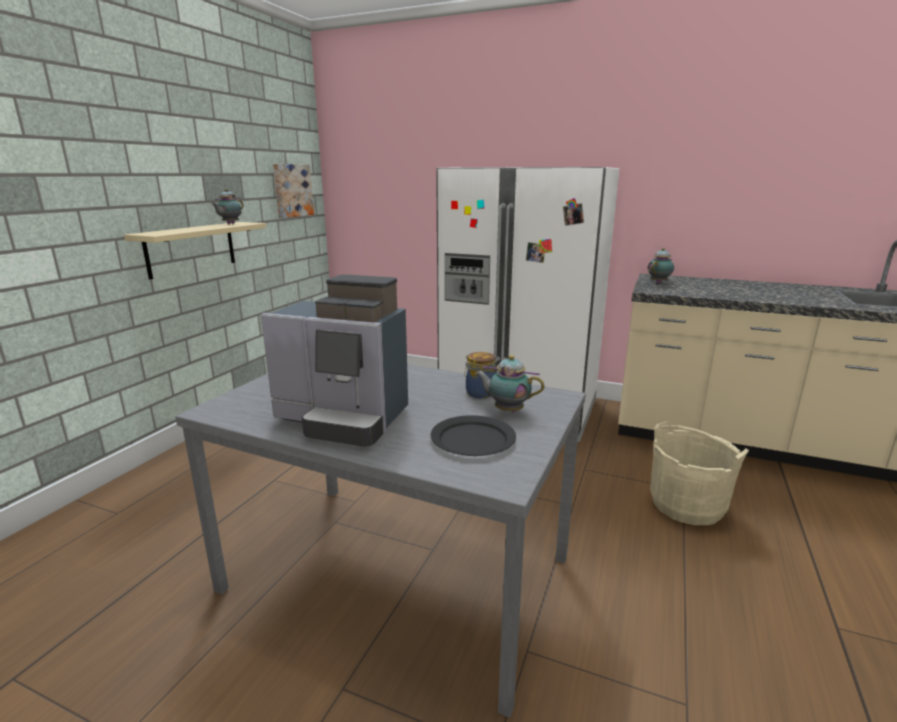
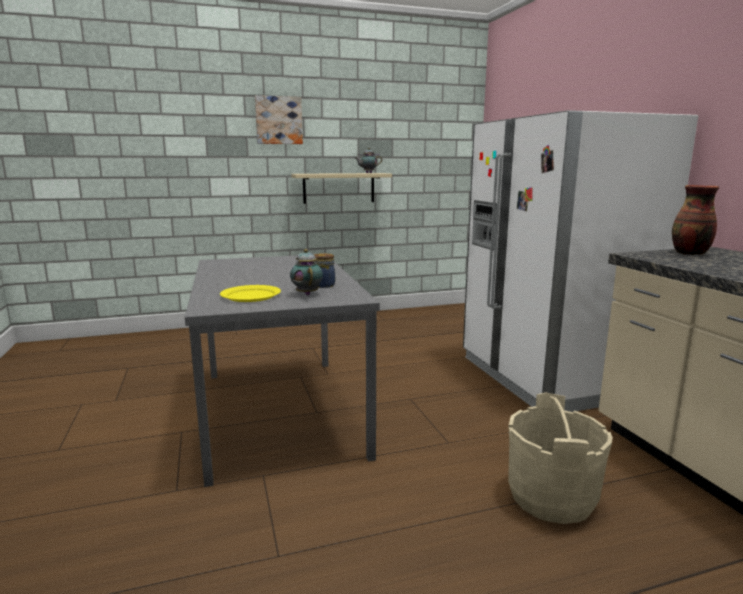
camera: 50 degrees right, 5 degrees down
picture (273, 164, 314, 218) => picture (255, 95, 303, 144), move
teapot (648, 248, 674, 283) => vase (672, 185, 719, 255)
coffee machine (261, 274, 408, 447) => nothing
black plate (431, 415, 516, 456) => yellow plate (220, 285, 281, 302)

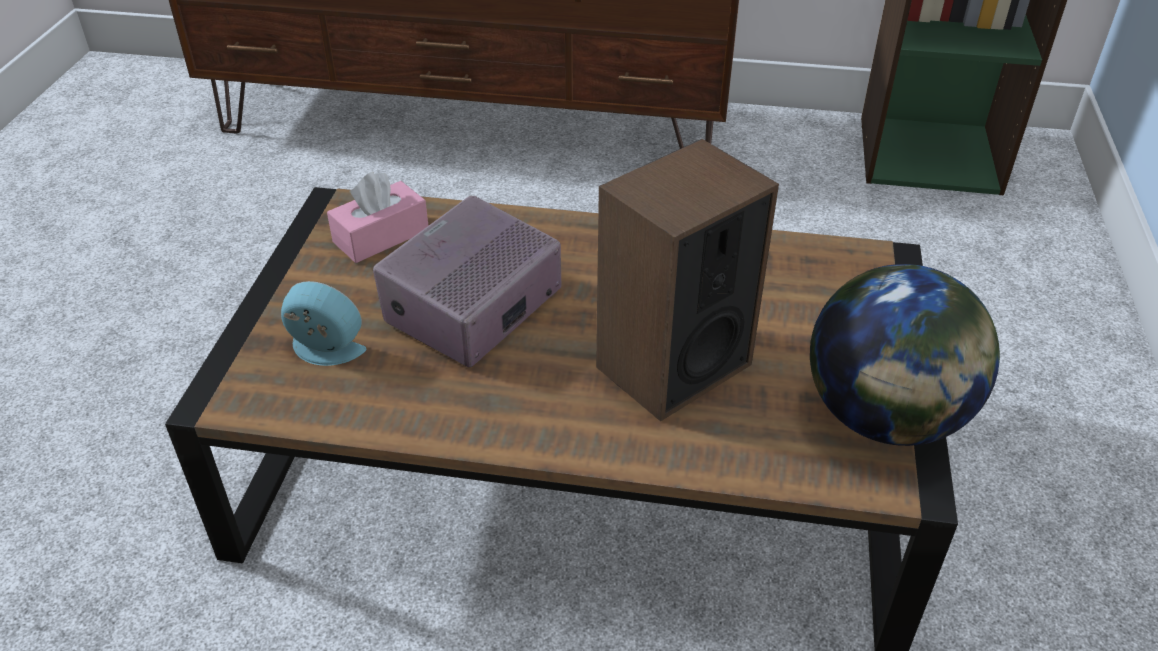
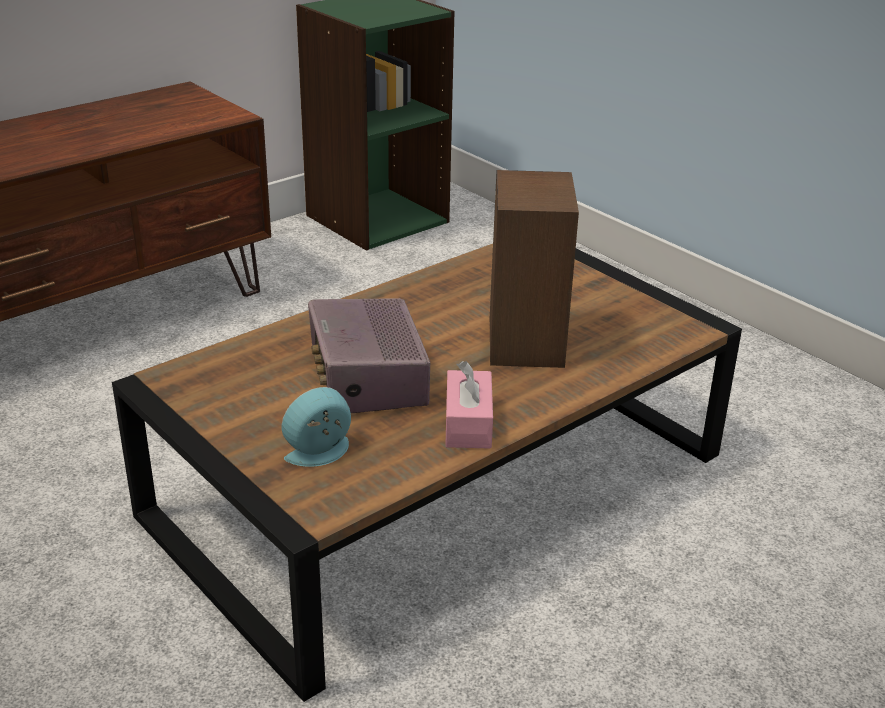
camera: 50 degrees left, 10 degrees down
pink tissue box (327, 172, 428, 263) => pink tissue box (445, 361, 493, 449), move
globe (810, 264, 1000, 446) => nothing

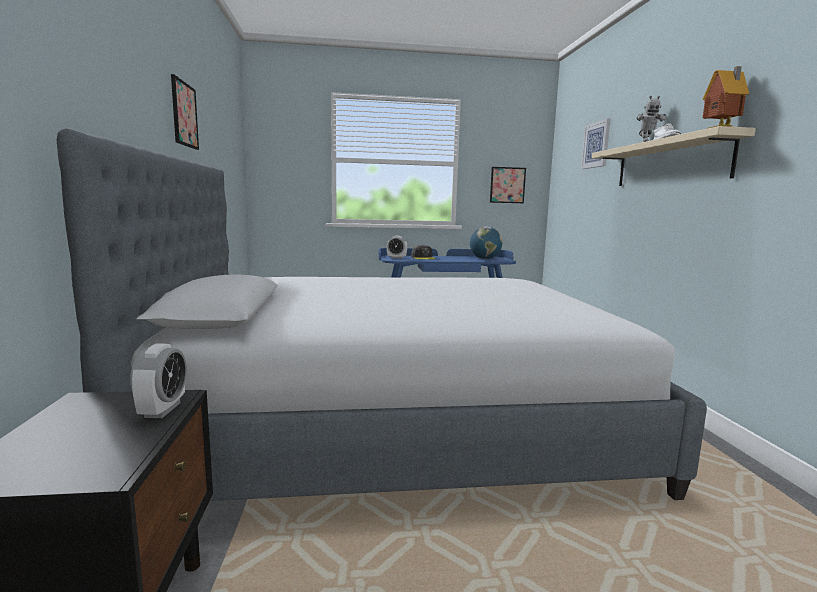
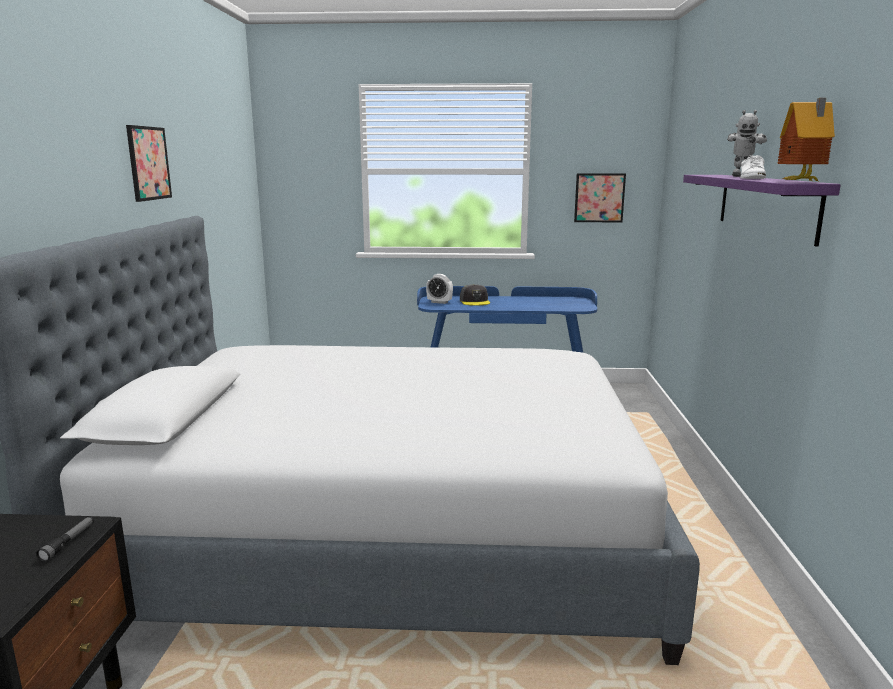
camera: 10 degrees right, 5 degrees up
picture (581, 118, 610, 169) => nothing
beige shelf (592, 126, 756, 186) => purple shelf (683, 175, 841, 247)
globe (470, 227, 502, 259) => nothing
alarm clock (130, 343, 187, 418) => flashlight (36, 516, 94, 562)

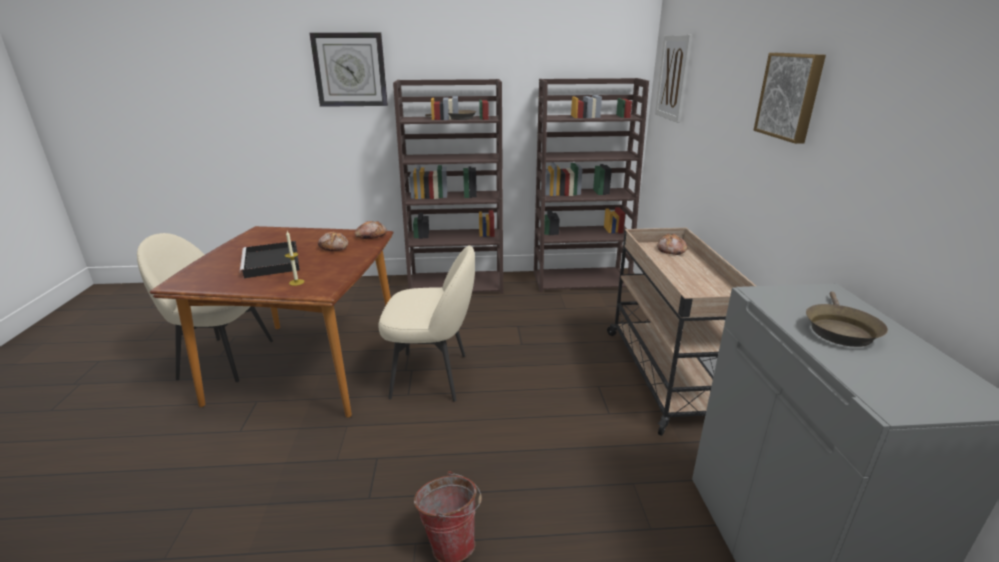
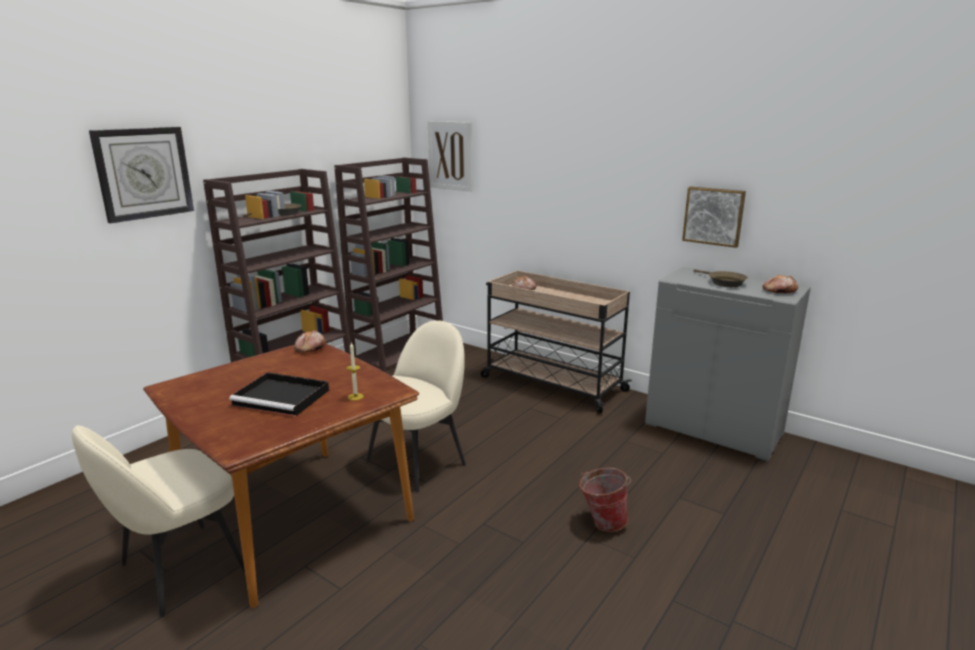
camera: 50 degrees left, 5 degrees down
picture (753, 53, 826, 144) => picture (682, 186, 746, 248), move
bread (318, 231, 348, 251) => bread (762, 275, 798, 293), move

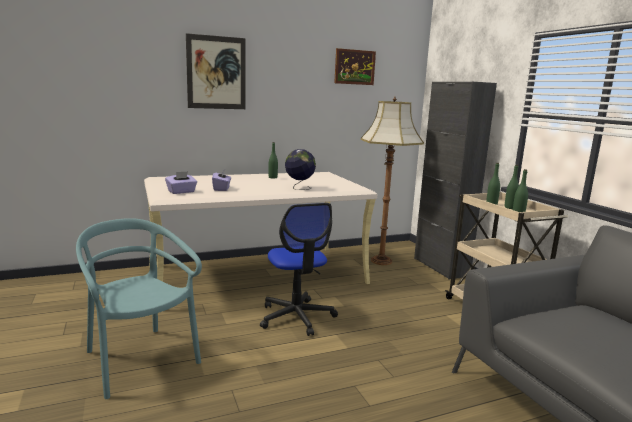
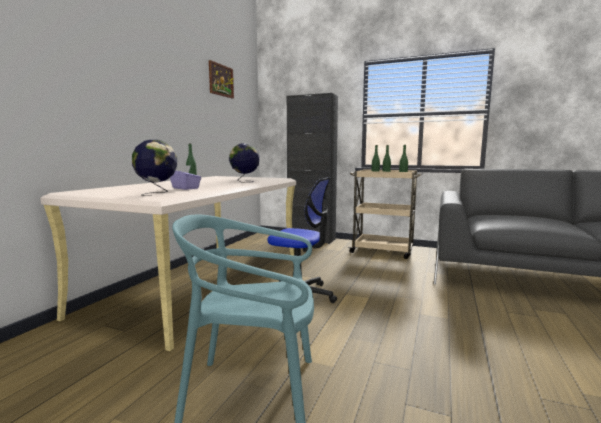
camera: 45 degrees left, 5 degrees down
picture (186, 33, 246, 109) => nothing
floor lamp (361, 96, 424, 265) => nothing
purple tissue box (165, 171, 197, 194) => globe (132, 139, 177, 196)

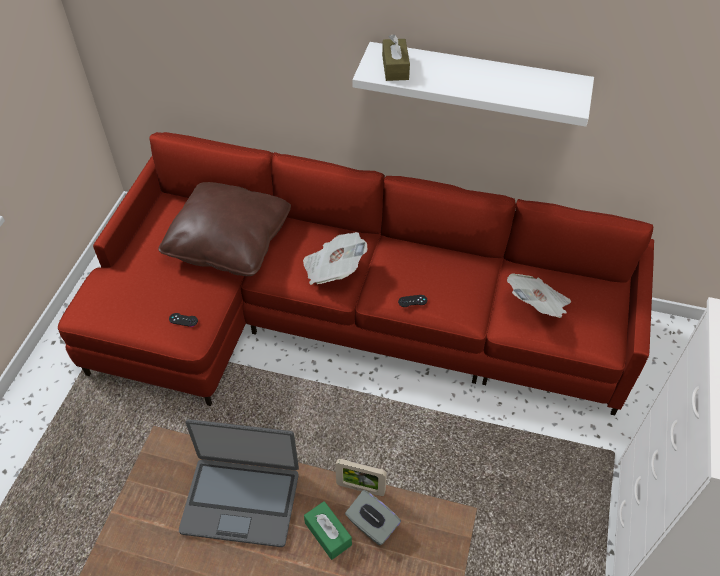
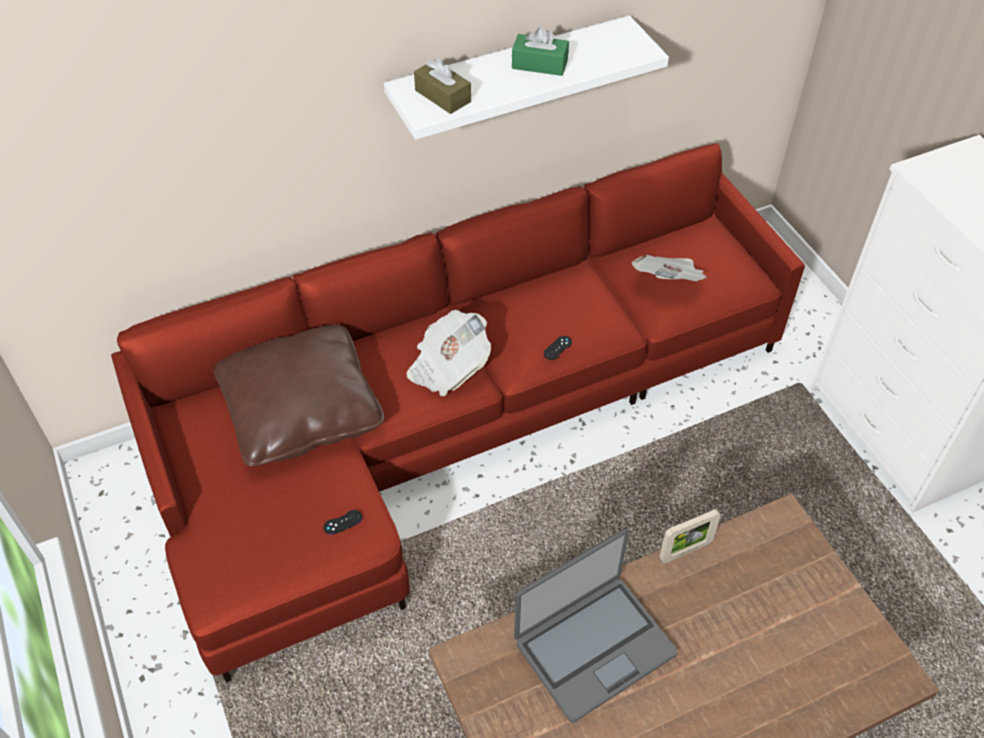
camera: 40 degrees left, 0 degrees up
grey tissue box (345, 490, 401, 546) => nothing
green tissue box (304, 501, 352, 560) => green tissue box (512, 27, 569, 76), move

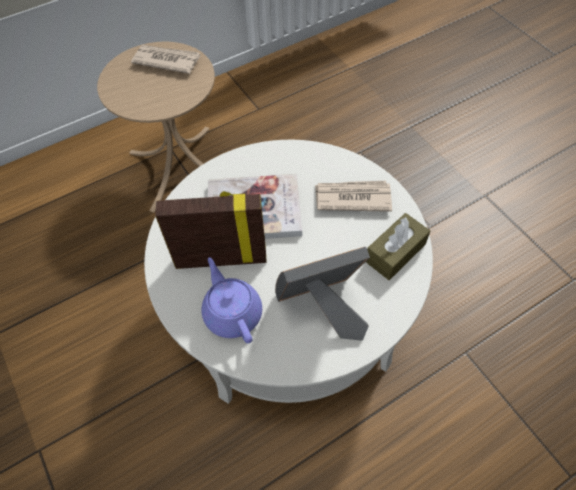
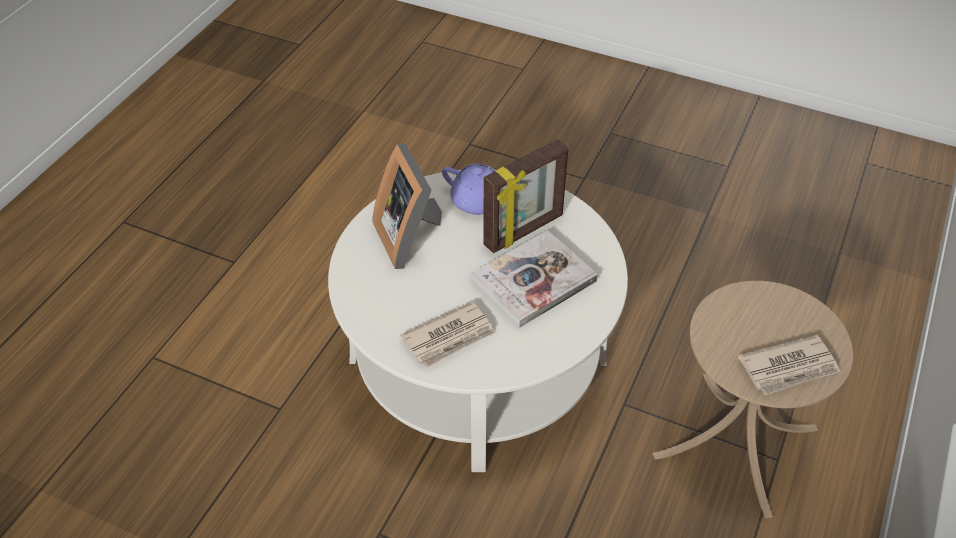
camera: 145 degrees right, 10 degrees down
brown tissue box (366, 213, 430, 280) => nothing
picture frame (275, 247, 370, 341) => picture frame (372, 144, 442, 269), 120 degrees clockwise

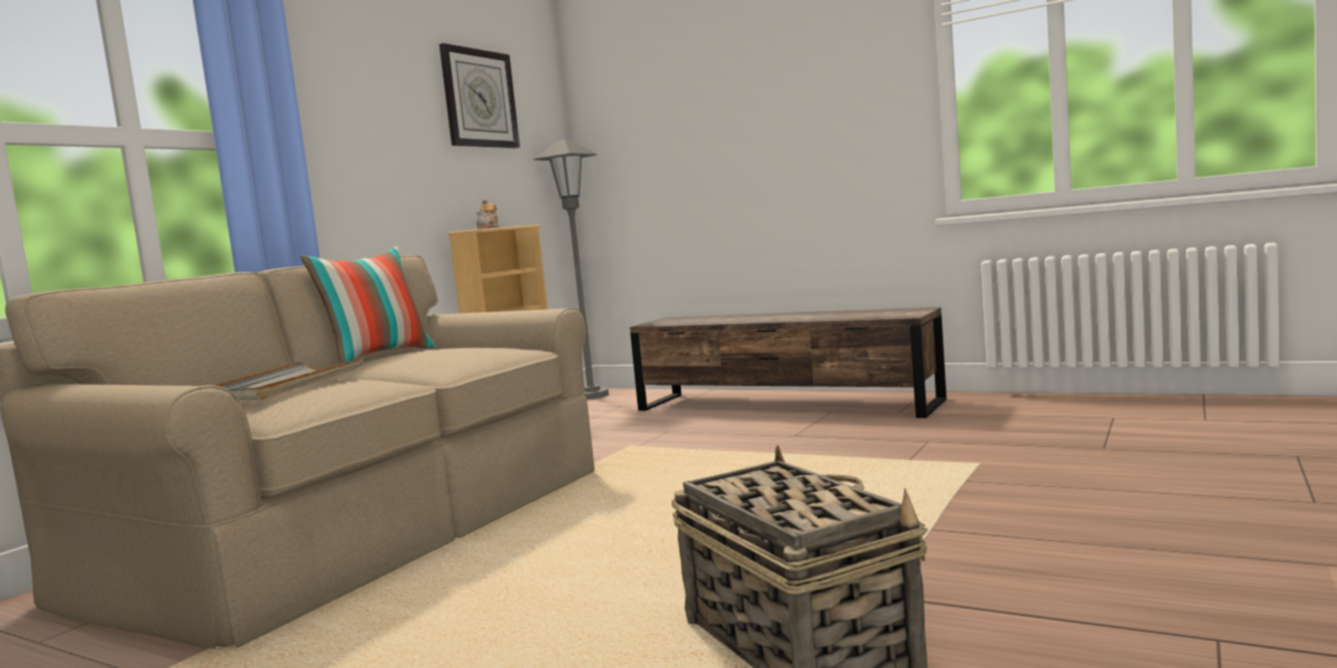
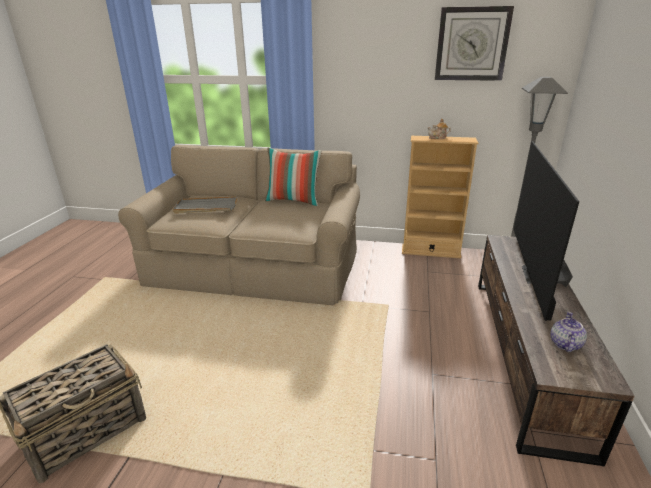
camera: 70 degrees right, 20 degrees up
nothing => television (513, 141, 579, 321)
nothing => teapot (550, 312, 587, 352)

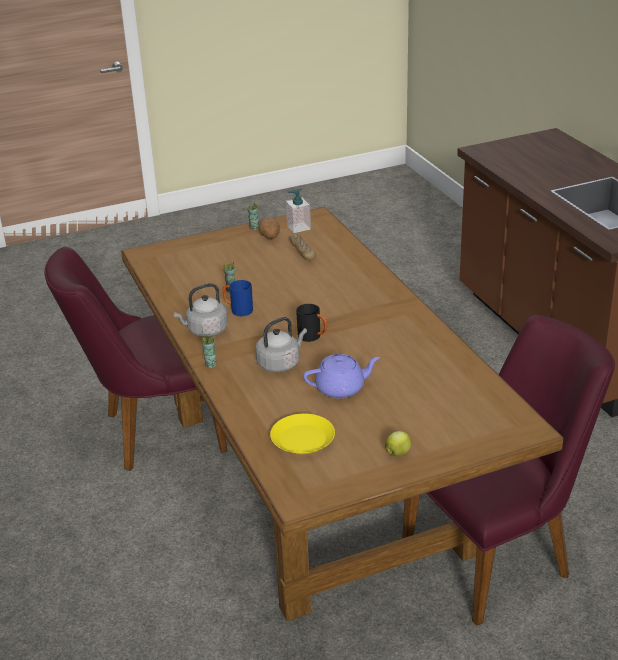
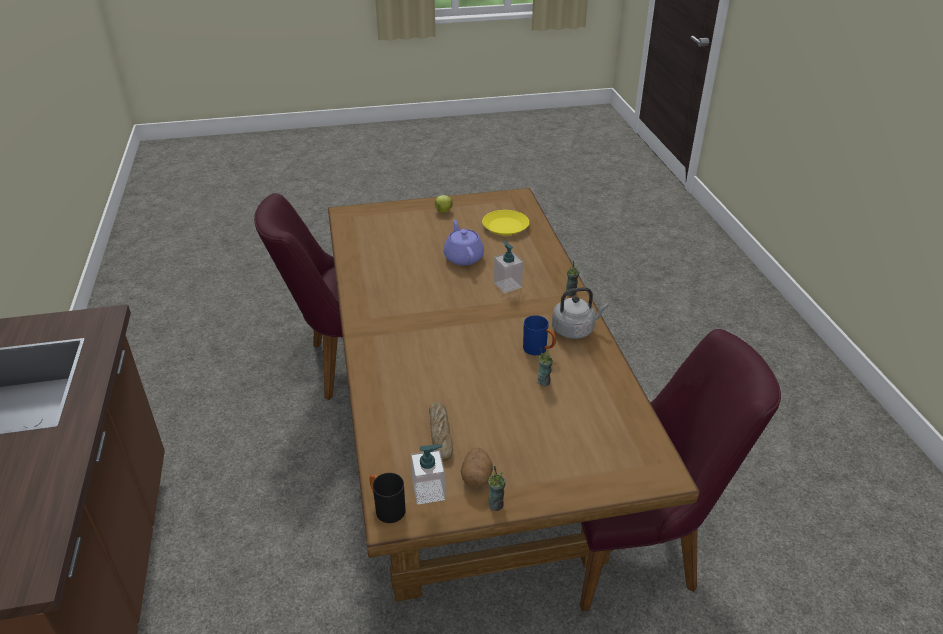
camera: 170 degrees left, 5 degrees up
black mug (296, 304, 327, 342) => black mug (369, 473, 405, 523), move
grey kettle (255, 317, 307, 372) => soap dispenser (494, 241, 523, 293)
purple teapot (303, 354, 380, 399) => purple teapot (443, 220, 484, 265), 75 degrees clockwise

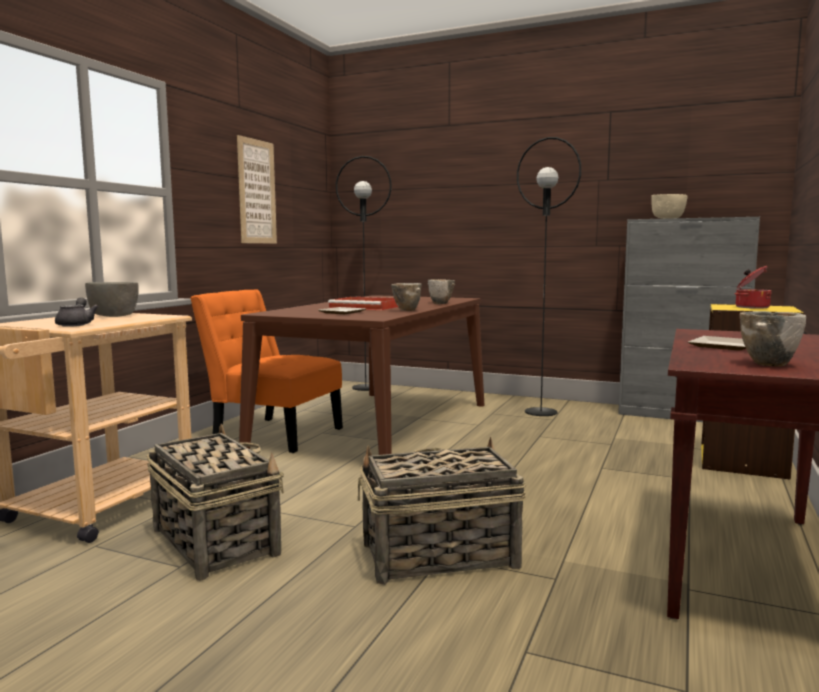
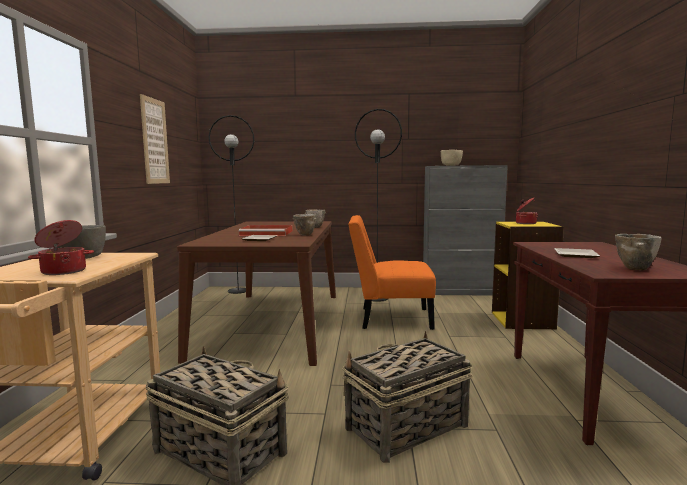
camera: 20 degrees left, 0 degrees up
orange chair (190, 289, 343, 453) => orange chair (348, 215, 436, 330), move
grey teapot (55, 297, 99, 327) => cooking pot (28, 220, 94, 275)

